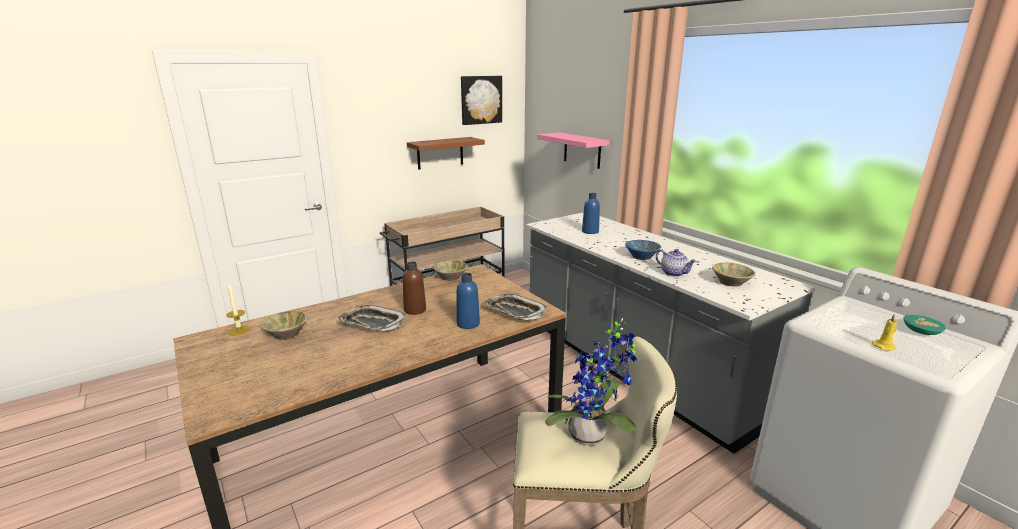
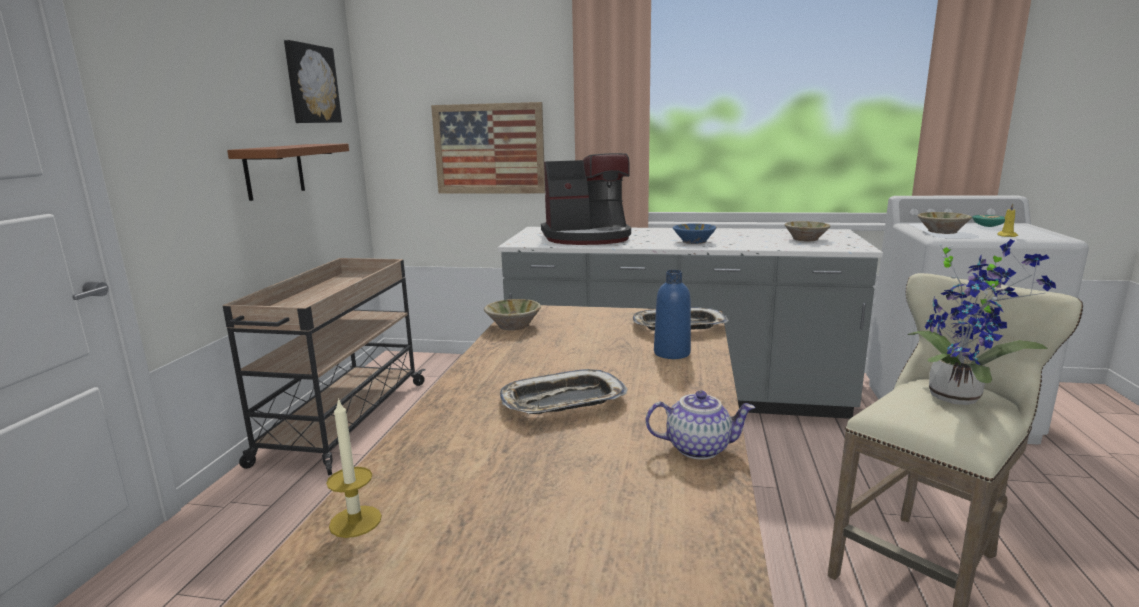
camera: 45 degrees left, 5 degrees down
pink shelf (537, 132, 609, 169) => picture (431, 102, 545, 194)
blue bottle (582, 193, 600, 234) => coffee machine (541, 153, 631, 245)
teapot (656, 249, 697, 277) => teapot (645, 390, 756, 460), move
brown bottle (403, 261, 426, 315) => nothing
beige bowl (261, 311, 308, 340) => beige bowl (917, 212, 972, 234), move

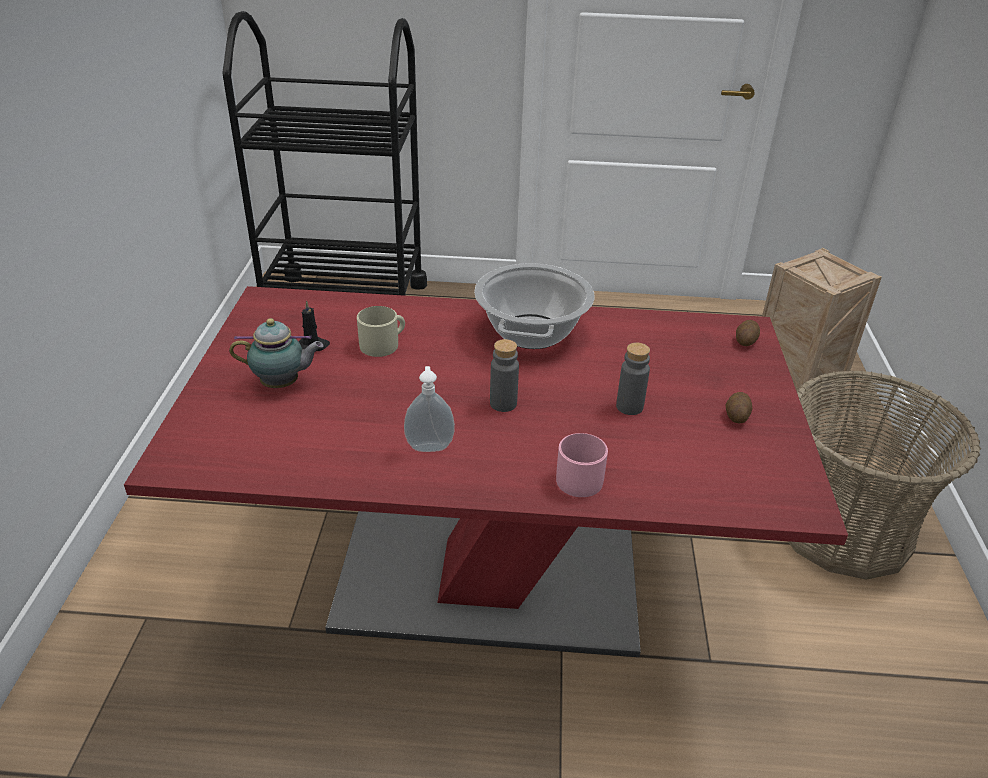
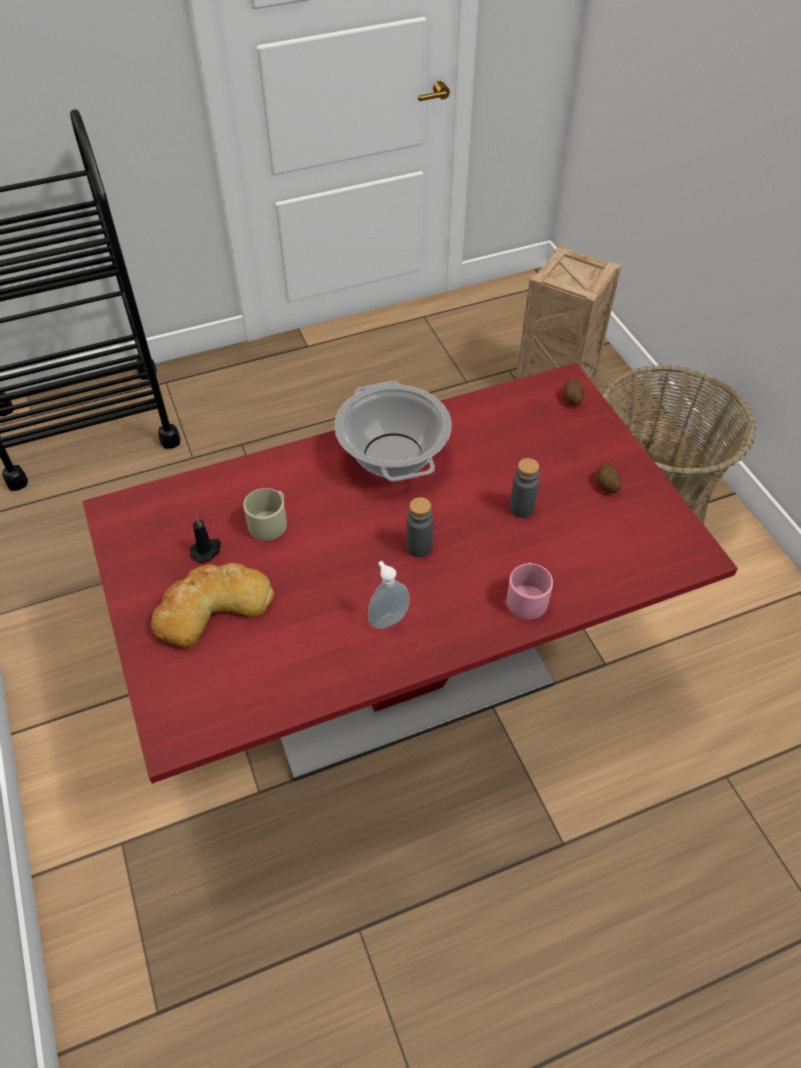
camera: 25 degrees left, 15 degrees up
teapot (229, 318, 323, 388) => bread (151, 563, 274, 648)

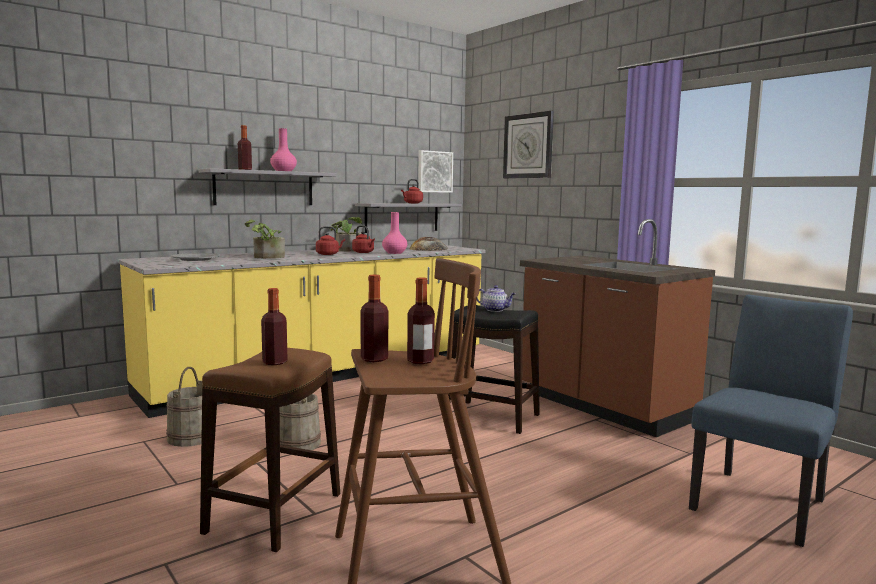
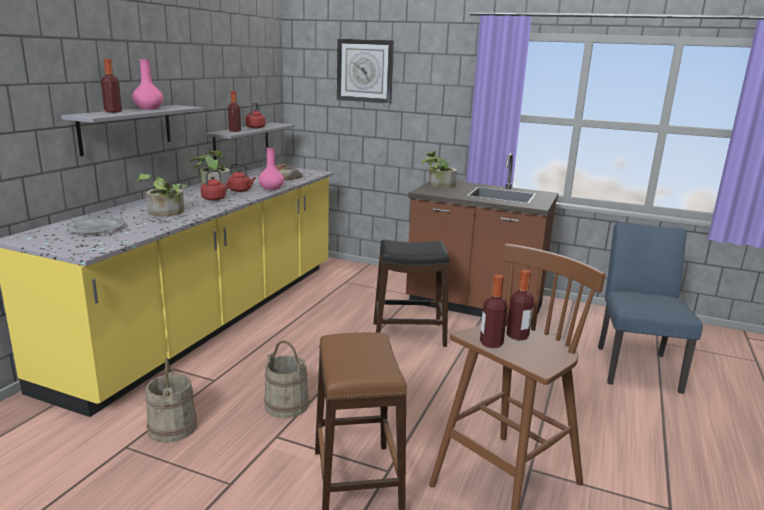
camera: 30 degrees left, 10 degrees up
picture (418, 150, 453, 193) => nothing
teapot (477, 285, 516, 312) => nothing
bottle (261, 288, 288, 365) => bottle (228, 91, 241, 132), move
nothing => potted plant (421, 151, 457, 188)

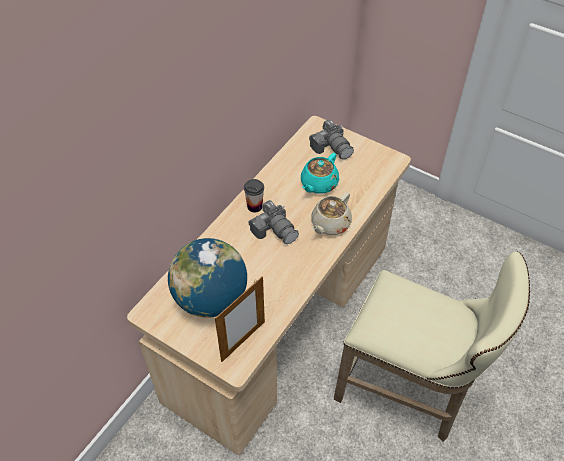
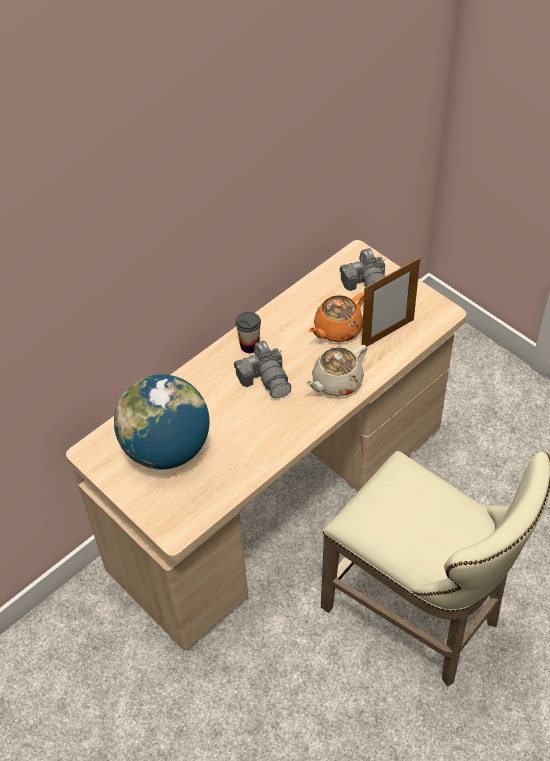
camera: 15 degrees right, 0 degrees up
turquoise teapot (301, 153, 339, 194) => orange teapot (308, 292, 364, 342)
picture frame (215, 276, 265, 362) => picture frame (362, 257, 420, 347), move

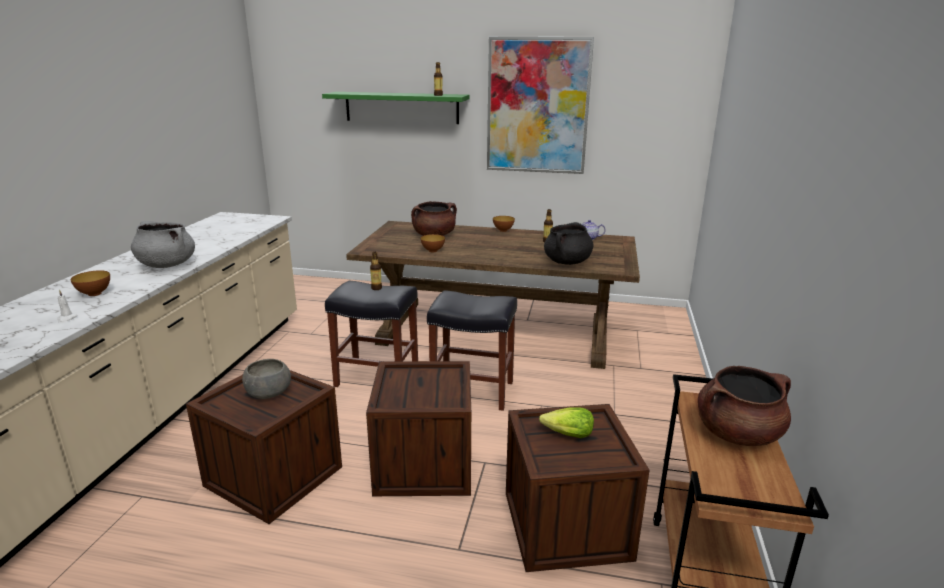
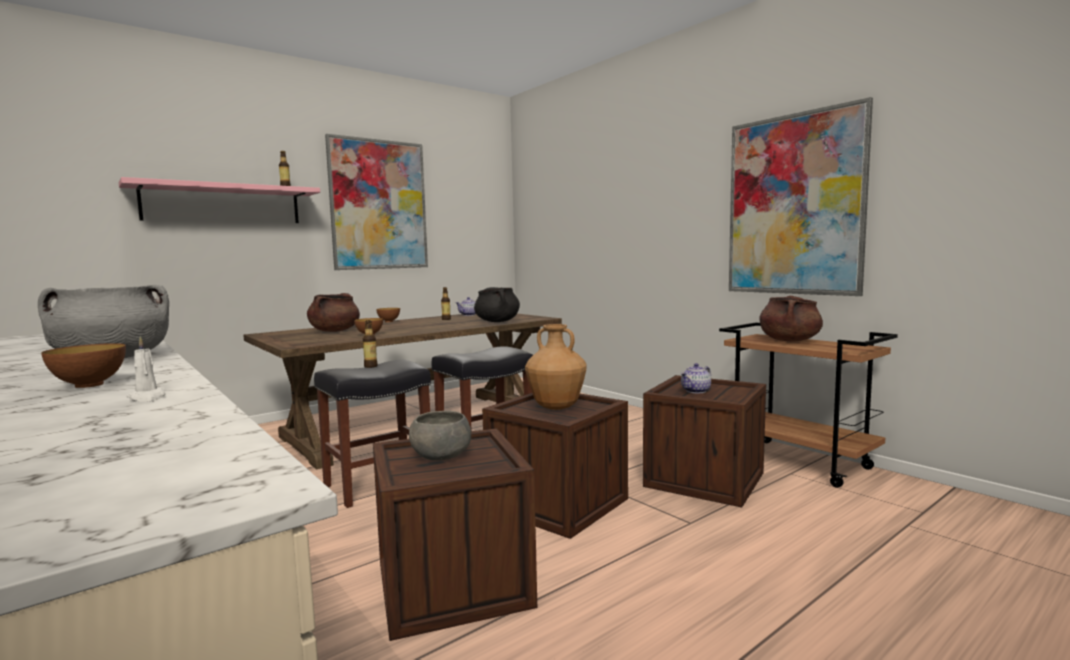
camera: 50 degrees left, 15 degrees down
green shelf (322, 92, 470, 124) => pink shelf (119, 177, 320, 223)
lettuce (539, 407, 594, 438) => teapot (681, 363, 711, 394)
nothing => picture (729, 97, 873, 296)
nothing => brown vase (525, 324, 586, 410)

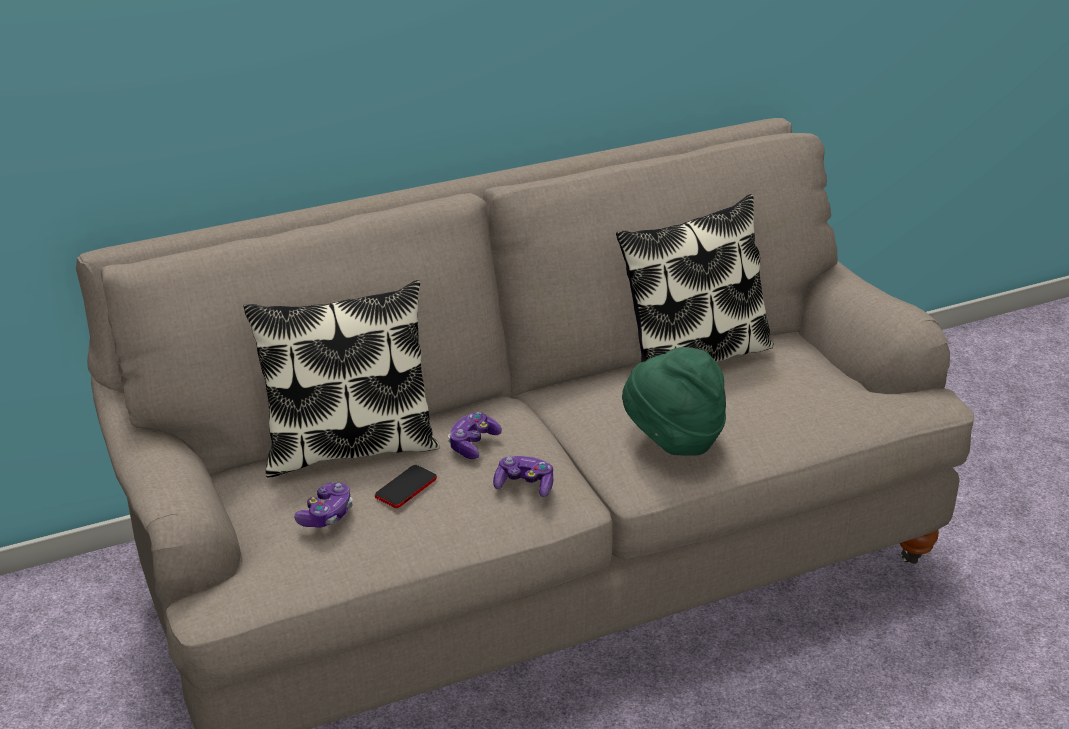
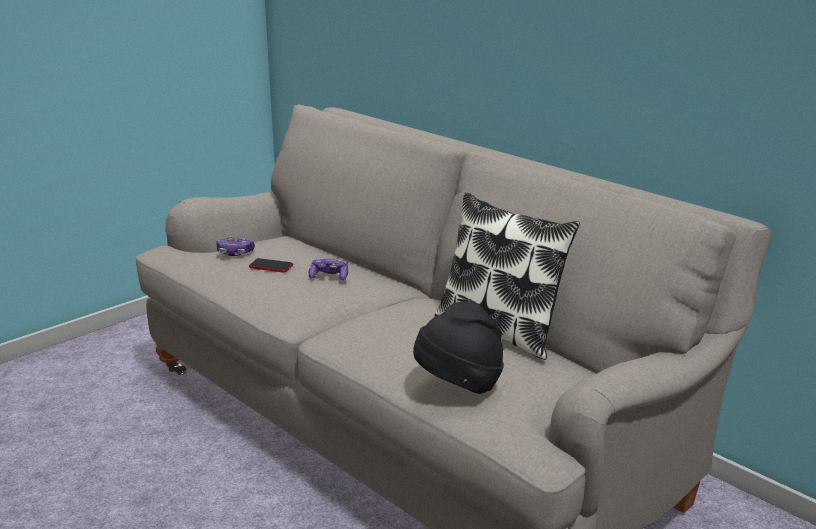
camera: 70 degrees right, 10 degrees down
pillow (243, 280, 439, 477) => nothing
green hat (622, 347, 726, 456) => nothing
game controller (493, 456, 553, 497) => nothing
nothing => black hat (413, 301, 504, 394)

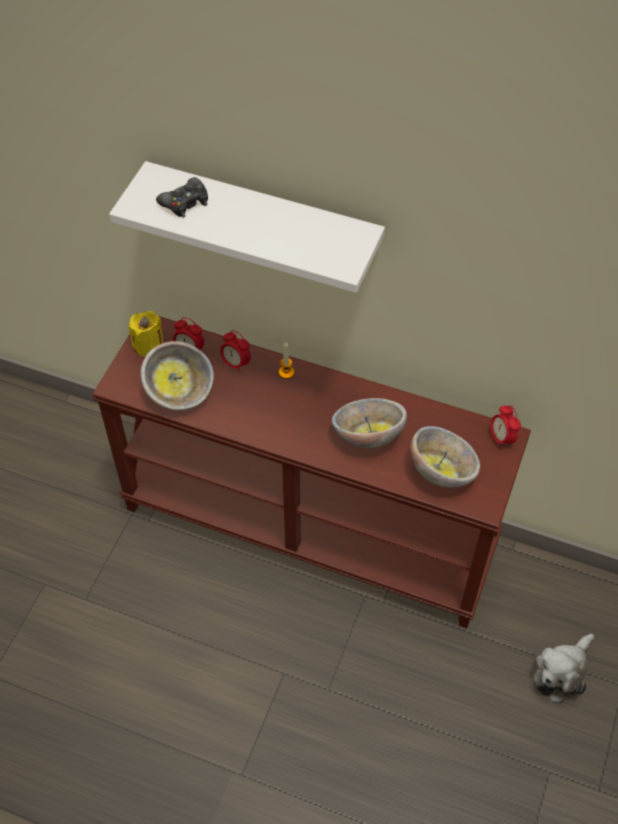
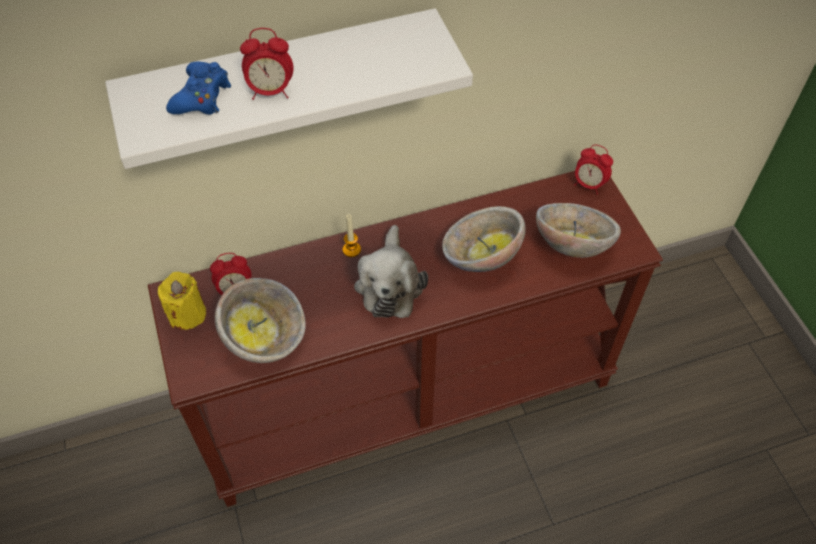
camera: 40 degrees left, 0 degrees up
black game controller (156, 177, 208, 218) => blue game controller (166, 61, 231, 114)
alarm clock (220, 330, 251, 373) => alarm clock (240, 28, 294, 100), move
plush toy (534, 634, 594, 704) => plush toy (354, 225, 428, 318), move

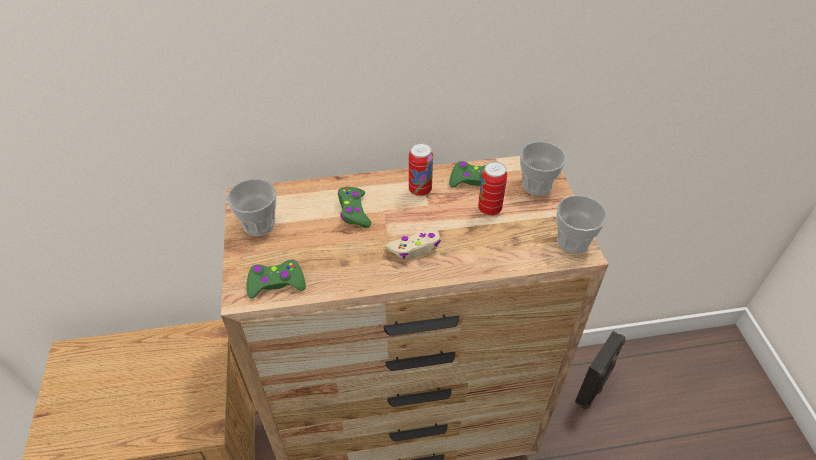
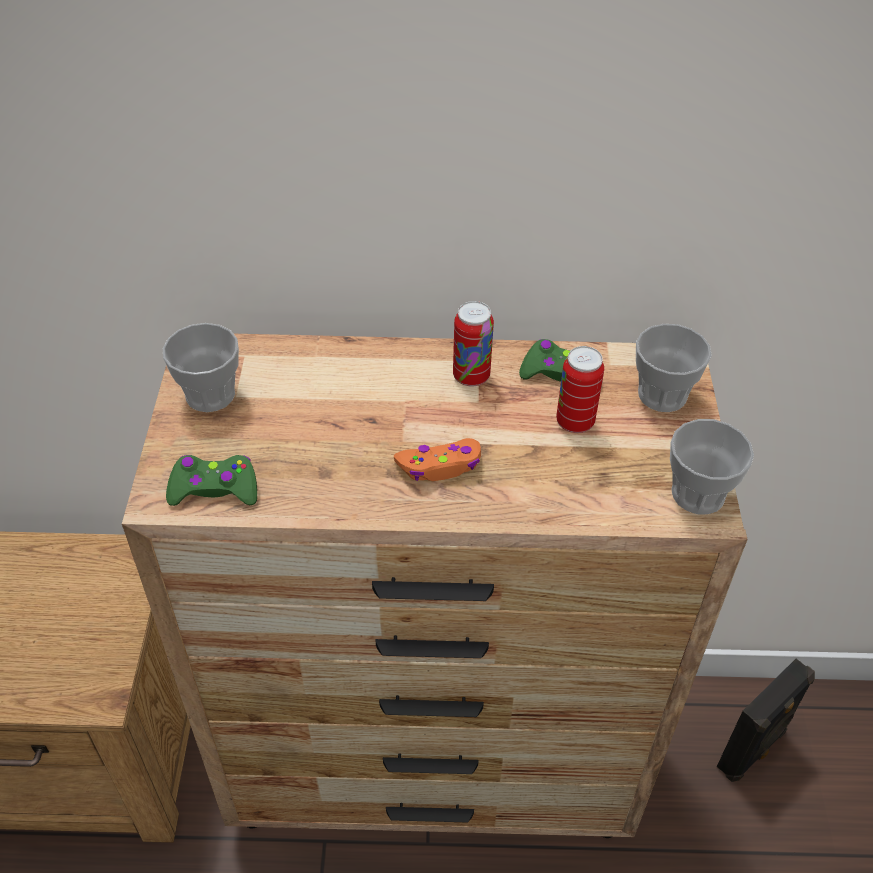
camera: 10 degrees right, 0 degrees up
green game controller (338, 187, 371, 228) => nothing
beige game controller (385, 228, 441, 259) => orange game controller (394, 438, 481, 481)

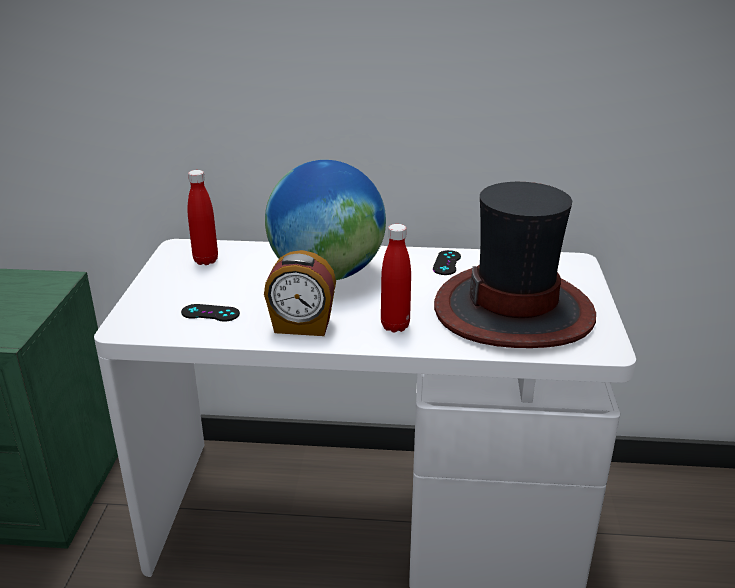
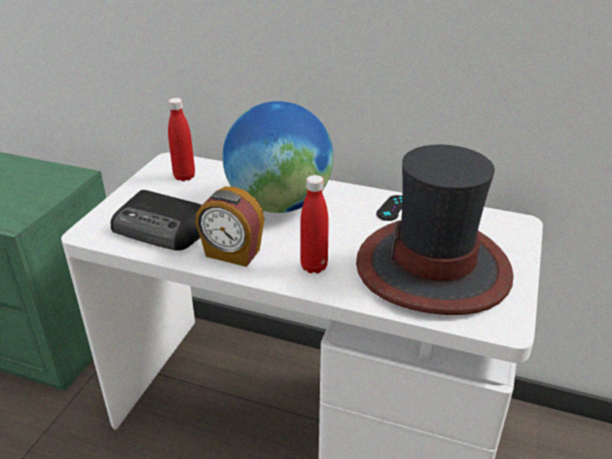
camera: 15 degrees right, 5 degrees up
black game controller (181, 304, 240, 321) => radio (111, 190, 202, 251)

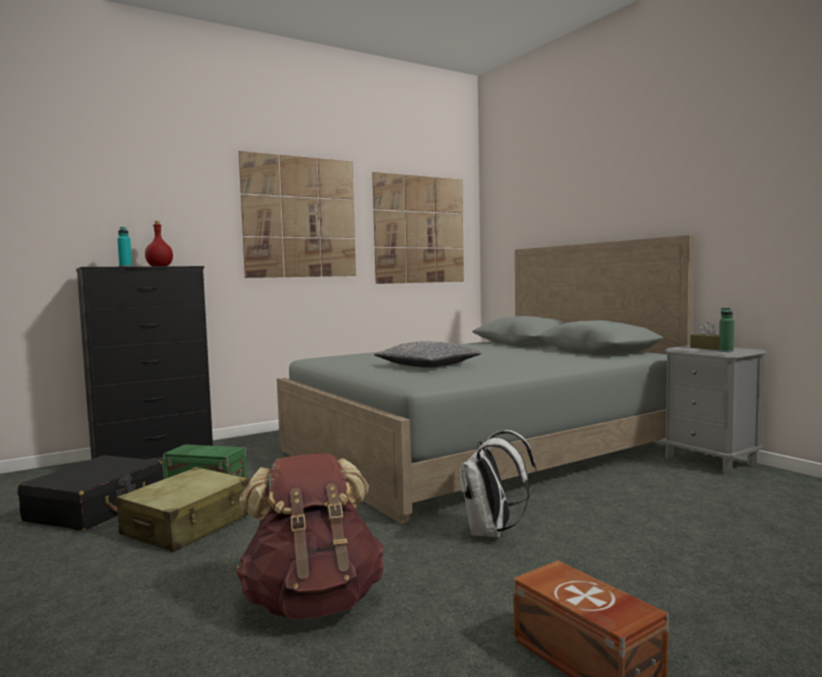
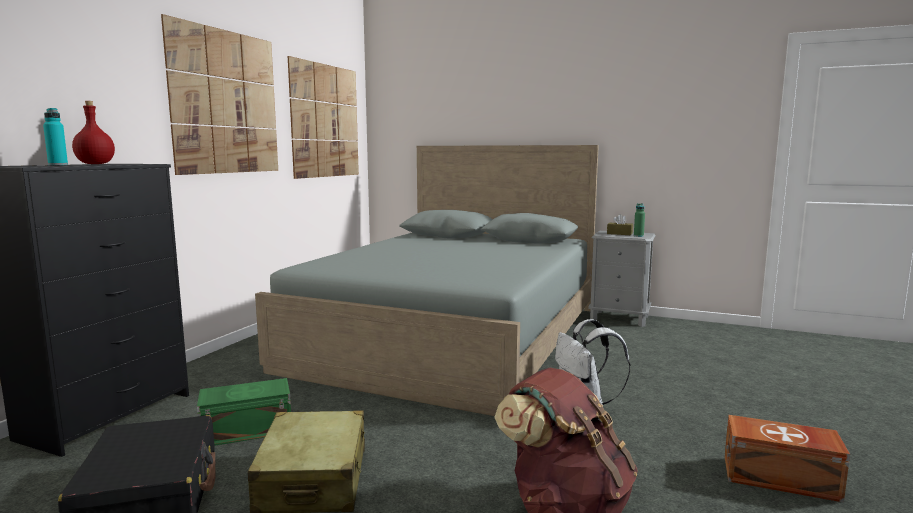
camera: 35 degrees left, 5 degrees up
grey pillow (374, 341, 481, 368) => nothing

